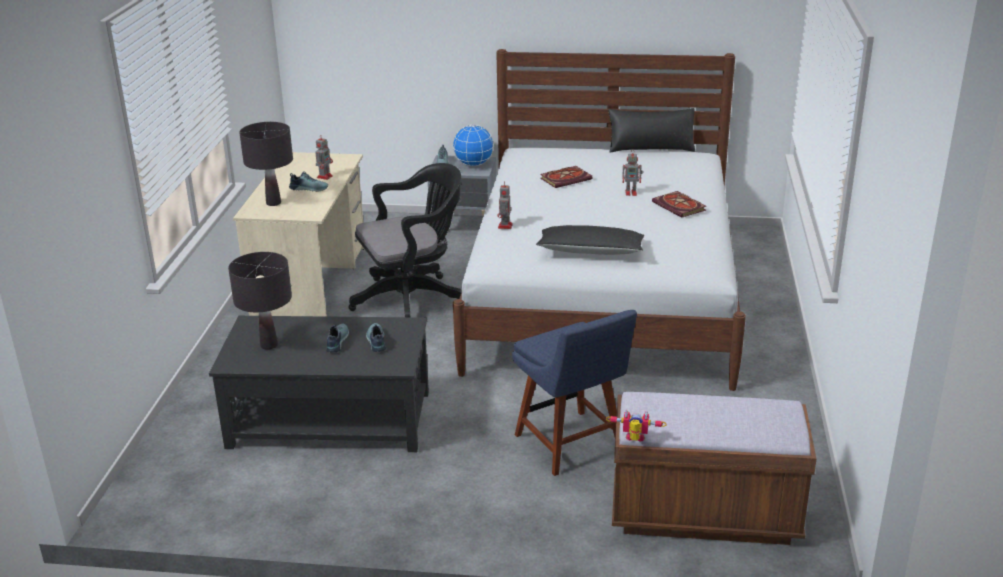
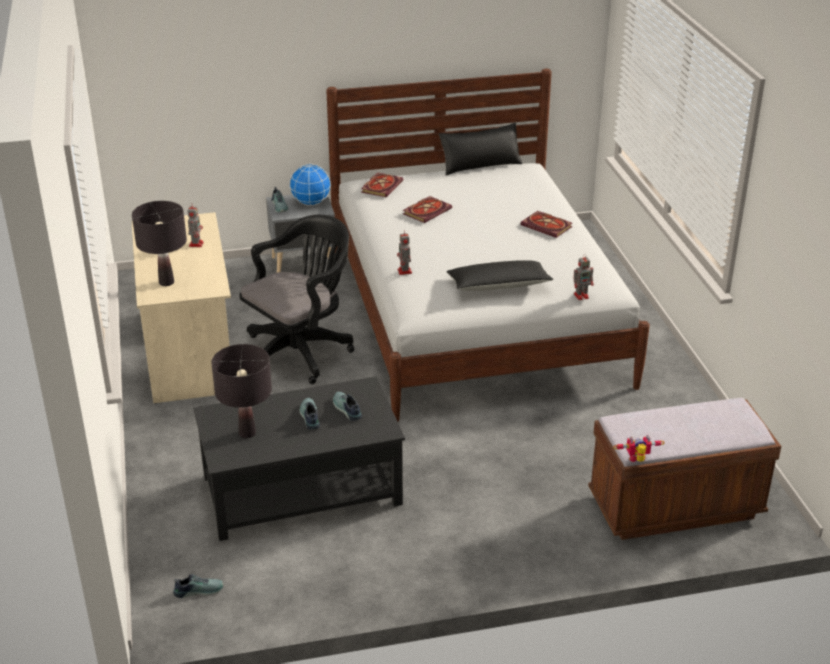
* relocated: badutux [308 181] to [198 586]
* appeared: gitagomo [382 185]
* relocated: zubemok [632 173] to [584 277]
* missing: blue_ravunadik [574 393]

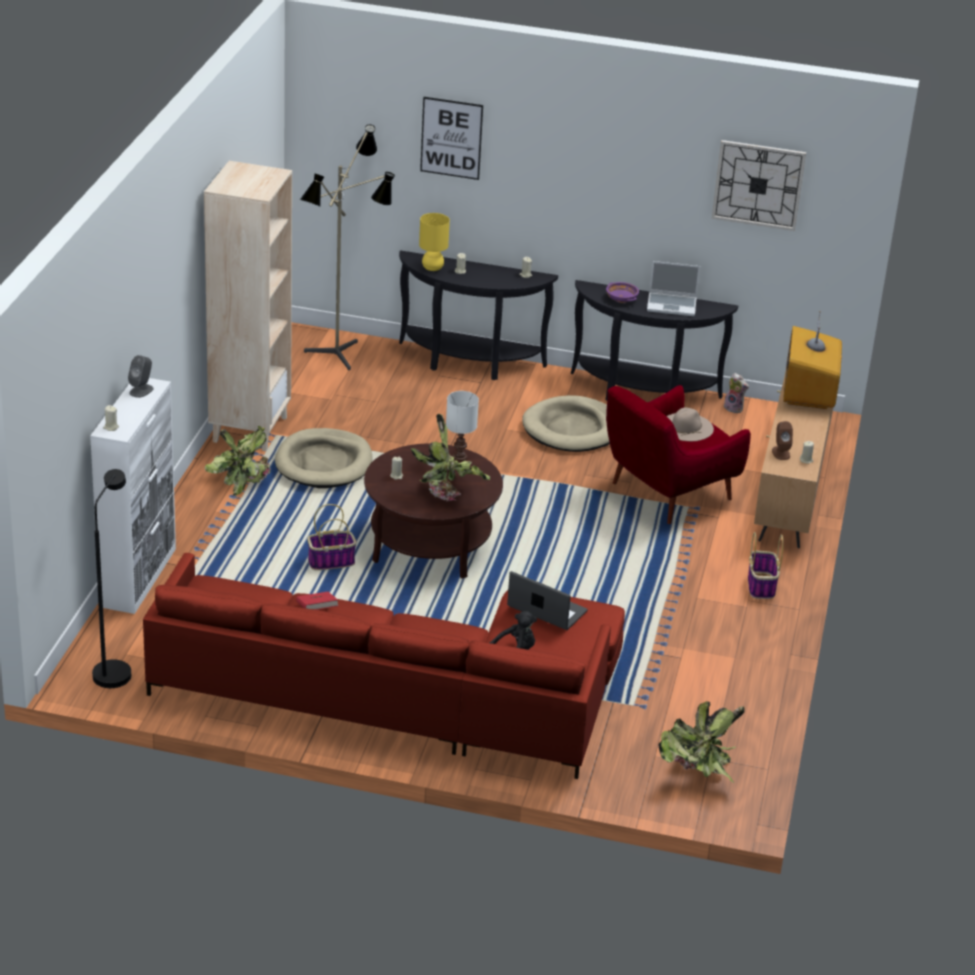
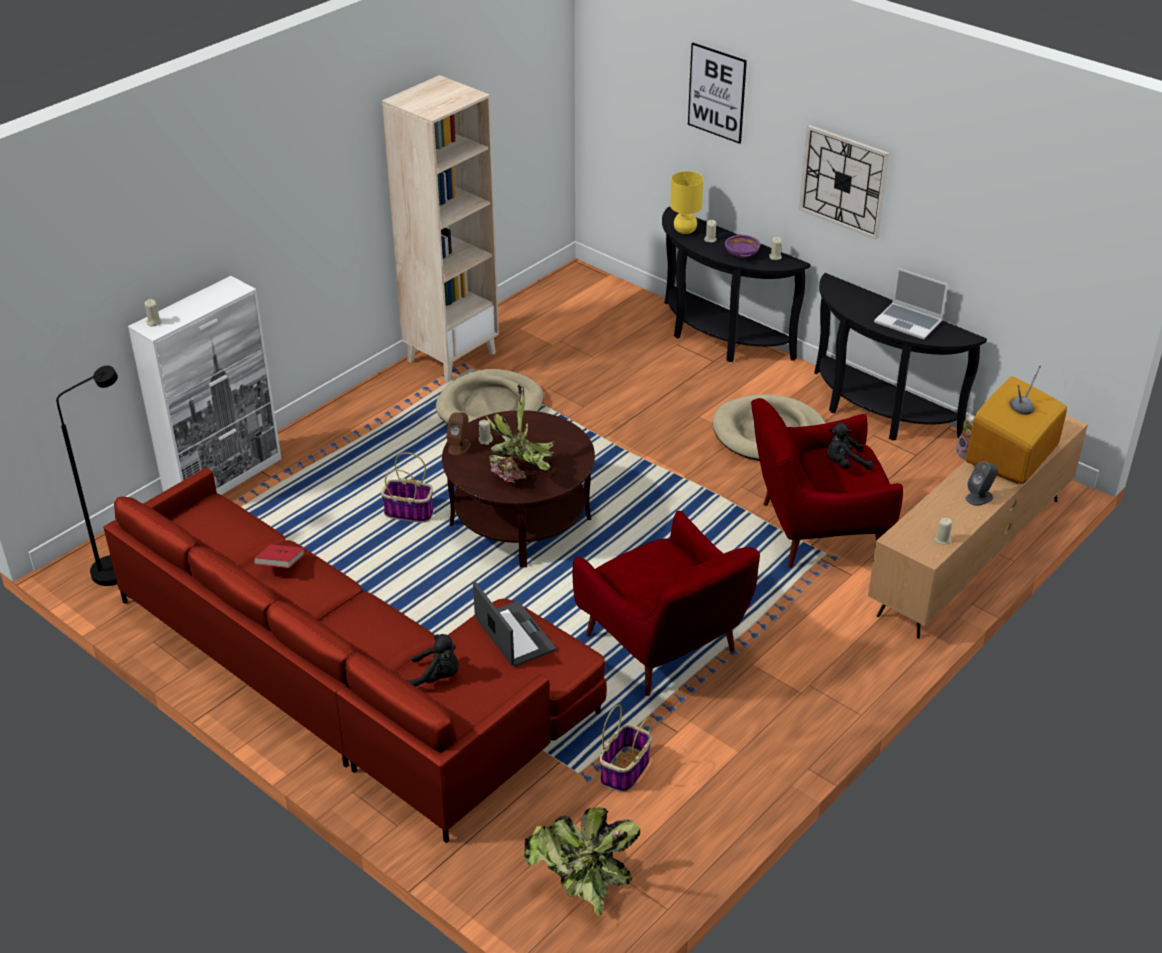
* relocated: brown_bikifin [782 440] to [458 434]
* appeared: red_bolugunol [666 603]
* relocated: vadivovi [765 565] to [626 748]
* relocated: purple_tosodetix [622 292] to [743 246]
* relocated: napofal [759 185] to [844 182]
* exchanged: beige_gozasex [690 424] to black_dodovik [850 446]
* relocated: grey_bikifin [140 376] to [982 483]
* missing: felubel [238 461]
* missing: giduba [347 247]
* missing: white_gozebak [462 426]

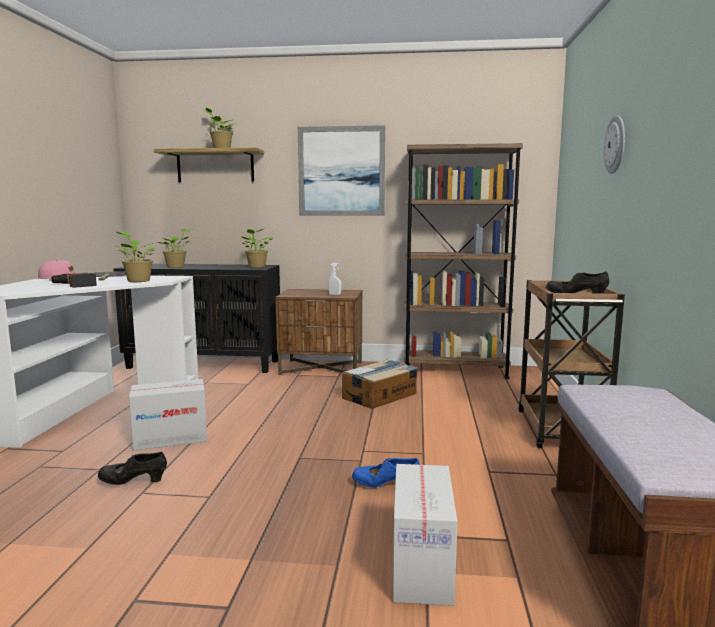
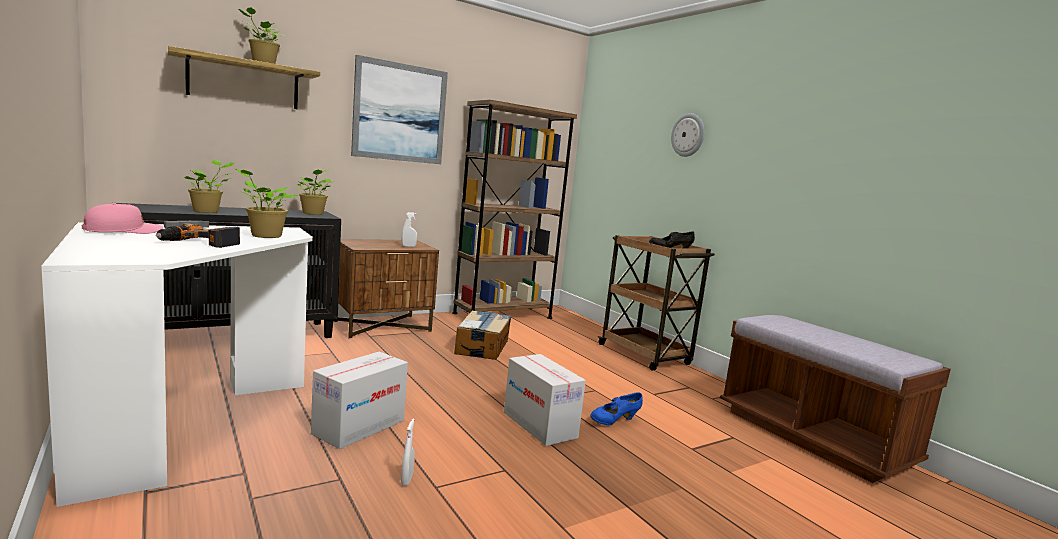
* exchanged: black_badutux [132 468] to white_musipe [408 452]
* relocated: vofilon [425 535] to [545 400]

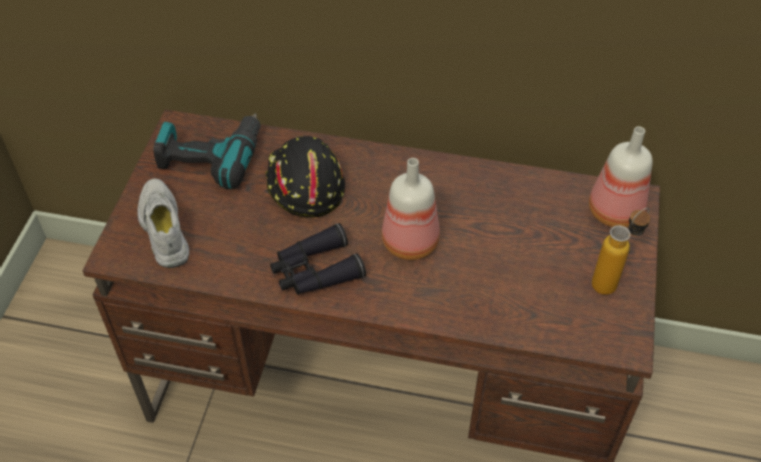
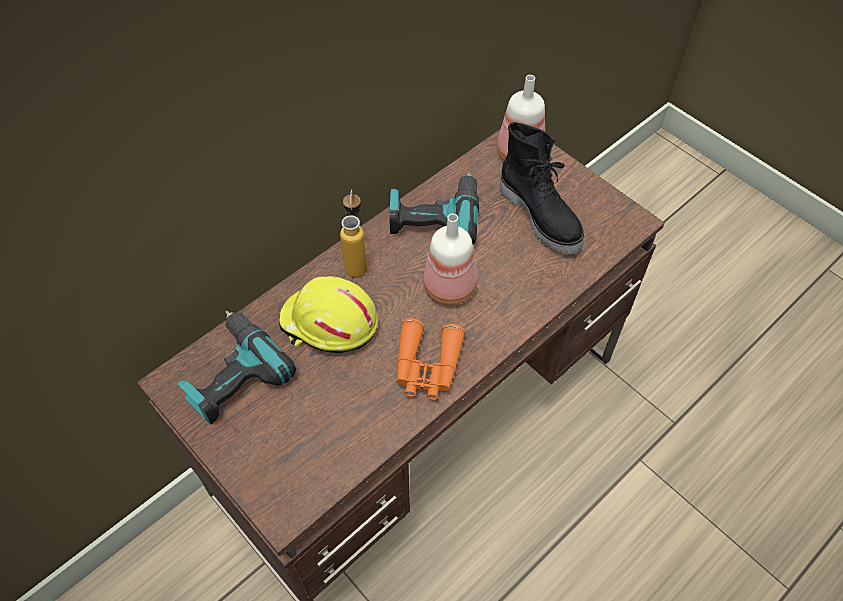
* colour: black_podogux [305 177] to yellow_podogux [328 314]
* relocated: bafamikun [621 251] to [353 234]
* appeared: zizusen [434 208]
* colour: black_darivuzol [318 259] to orange_darivuzol [430 359]
* appeared: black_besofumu [542 188]
* missing: white_badutux [163 223]

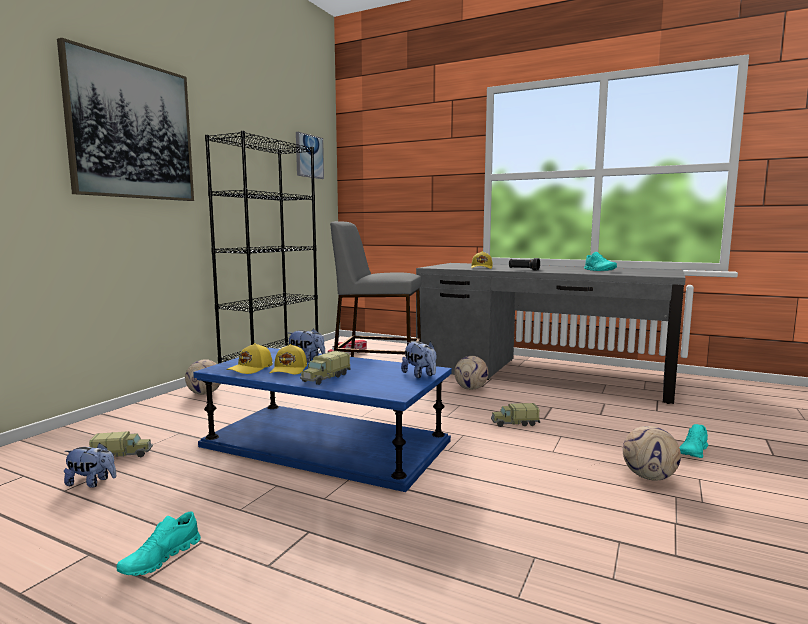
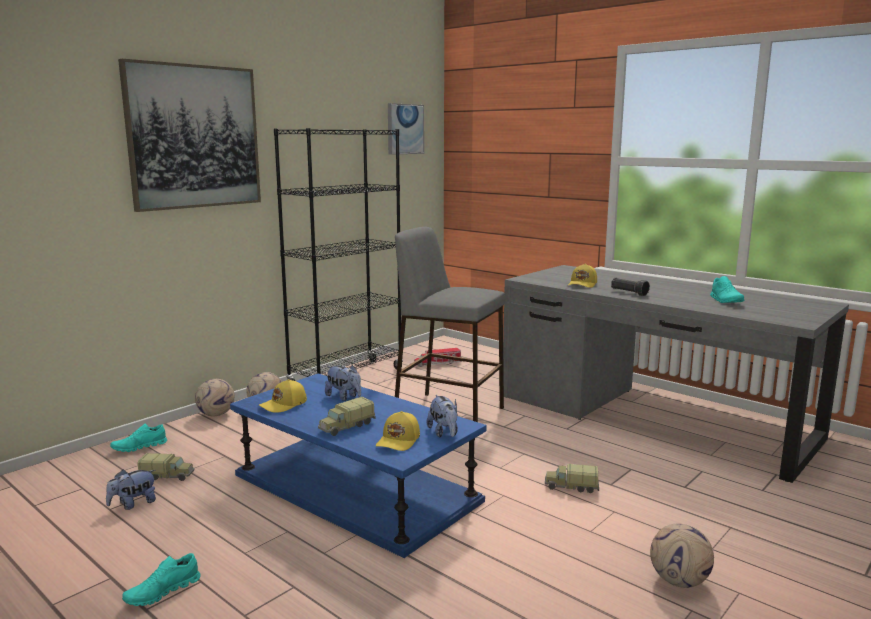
* spun: dodovik [90 465] = [131 489] 120 degrees clockwise
* relocated: turquoise_badutux [693 441] to [138 437]
* relocated: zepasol [471 373] to [215 397]
* relocated: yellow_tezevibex [288 359] to [398 431]

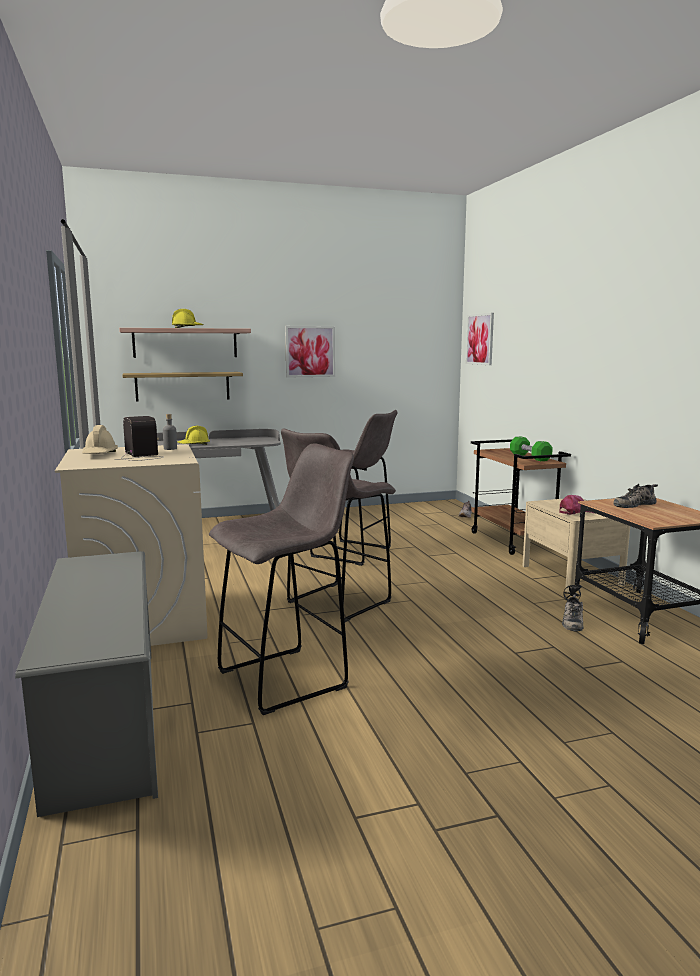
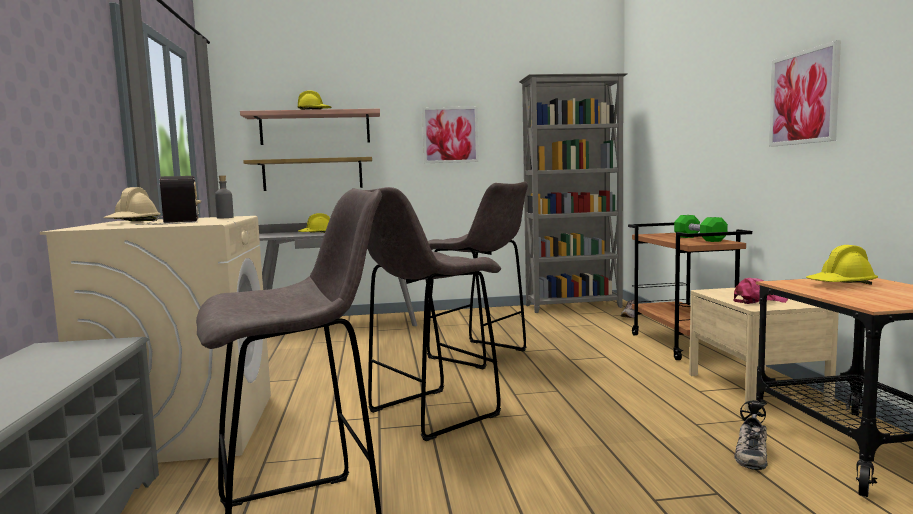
* appeared: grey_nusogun [573 193]
* relocated: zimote [480 339] to [805 93]
* exchanged: badutux [636 496] to yellow_podogux [842 265]

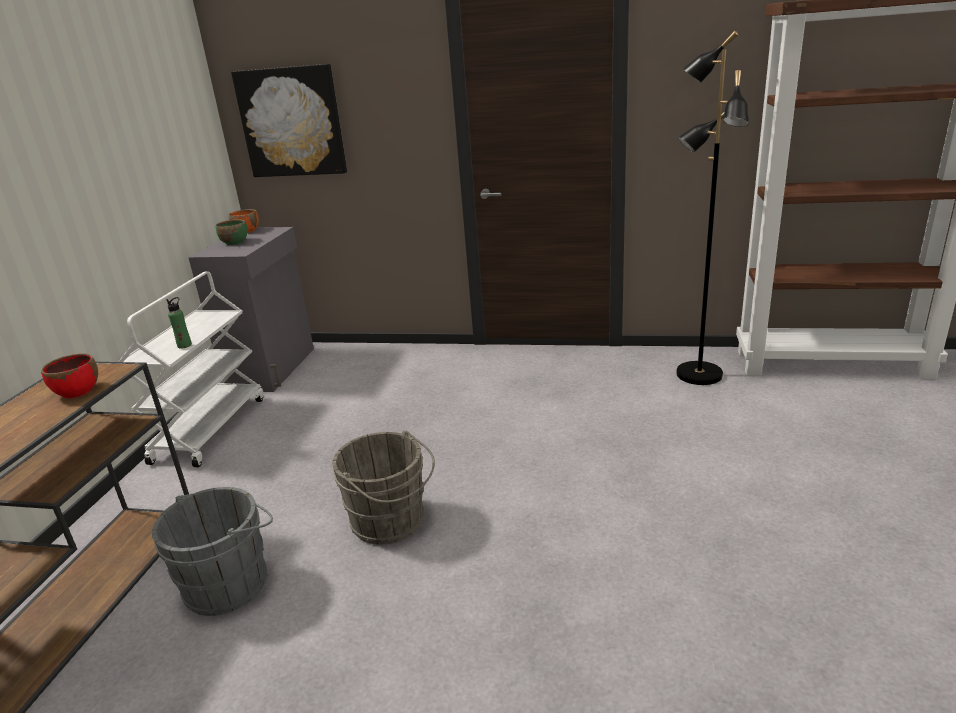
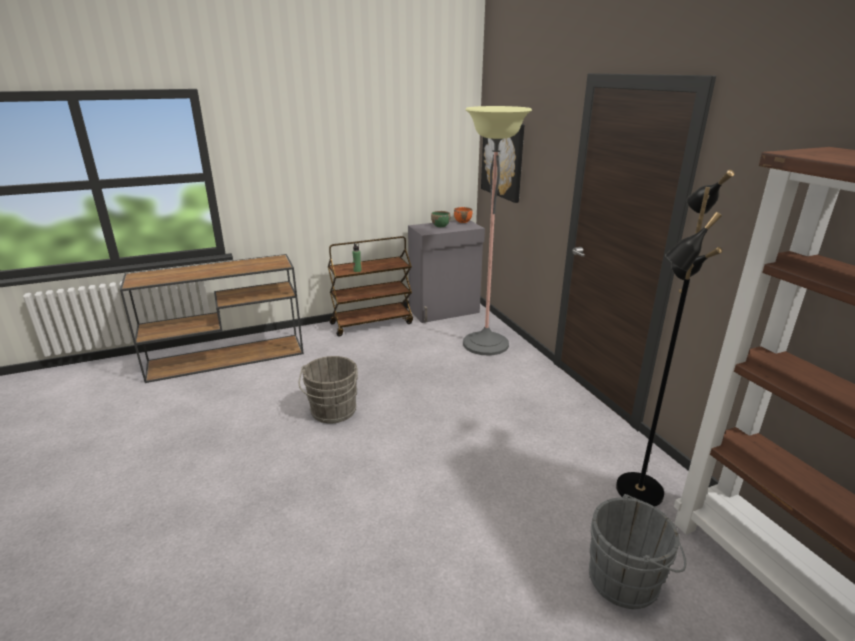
* colour: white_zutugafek [190 369] to brown_zutugafek [370 286]
* appeared: giduba [497 231]
* relocated: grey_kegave [212 551] to [637 551]
* missing: red_tosodetix [69 376]

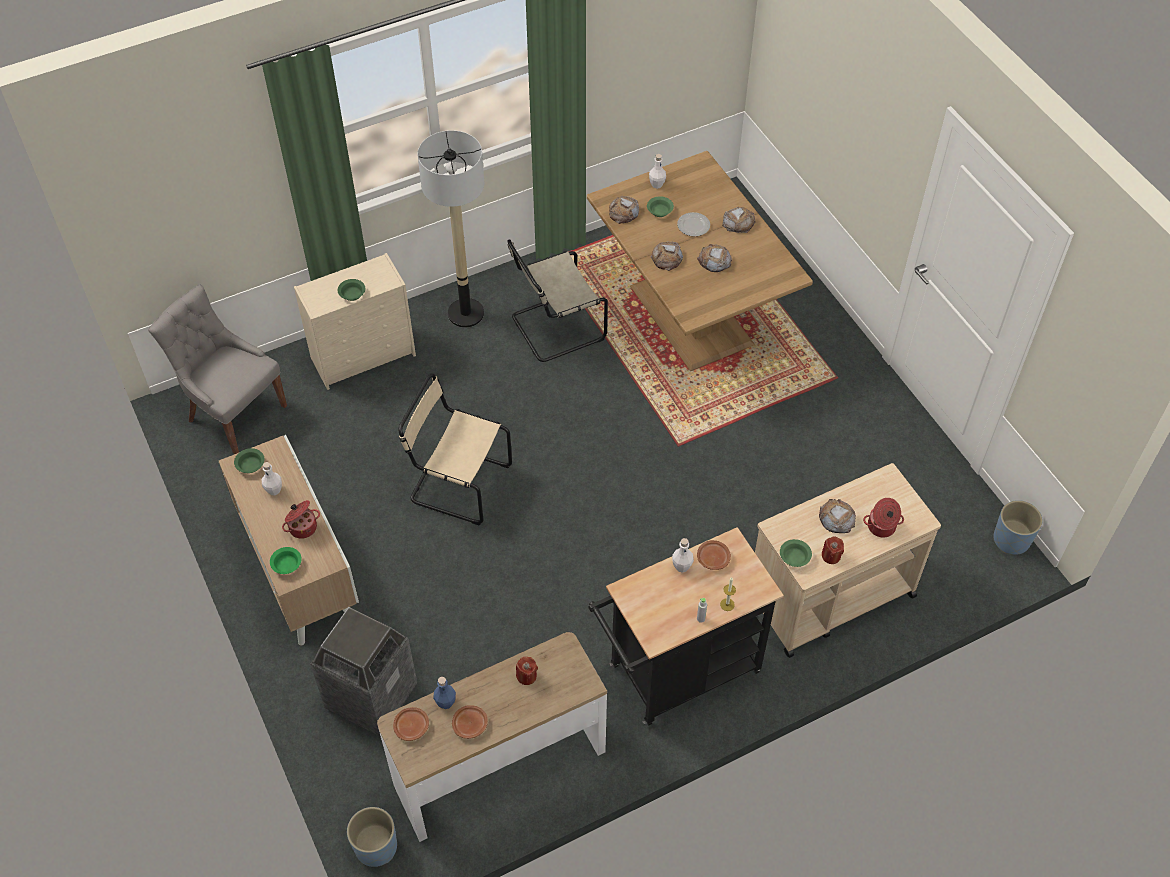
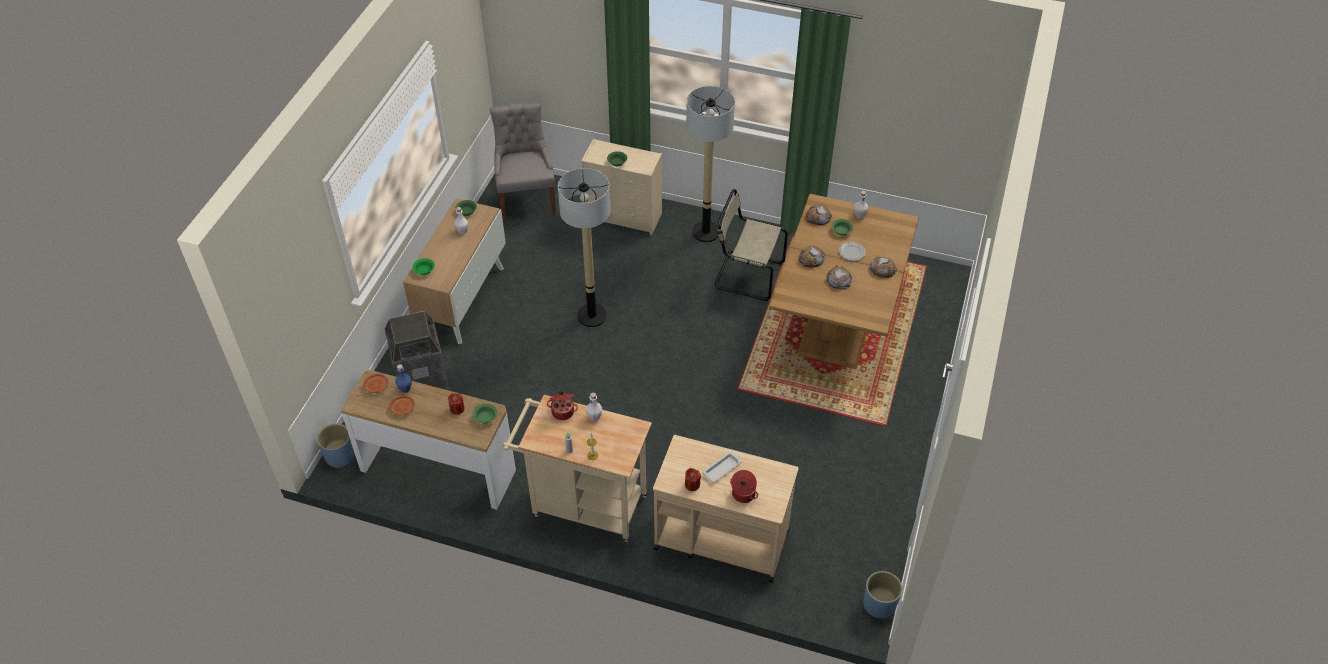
* relocated: green_tosodetix [796 553] to [485 413]
* colour: black_zutugafek [686 626] to beige_zutugafek [577 468]
* relocated: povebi [301 519] to [562 405]
* exchanged: beige_ravunadik [455 449] to giduba [584 247]
* exchanged: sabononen [837 516] to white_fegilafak [722 467]
* missing: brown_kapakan [714 555]

